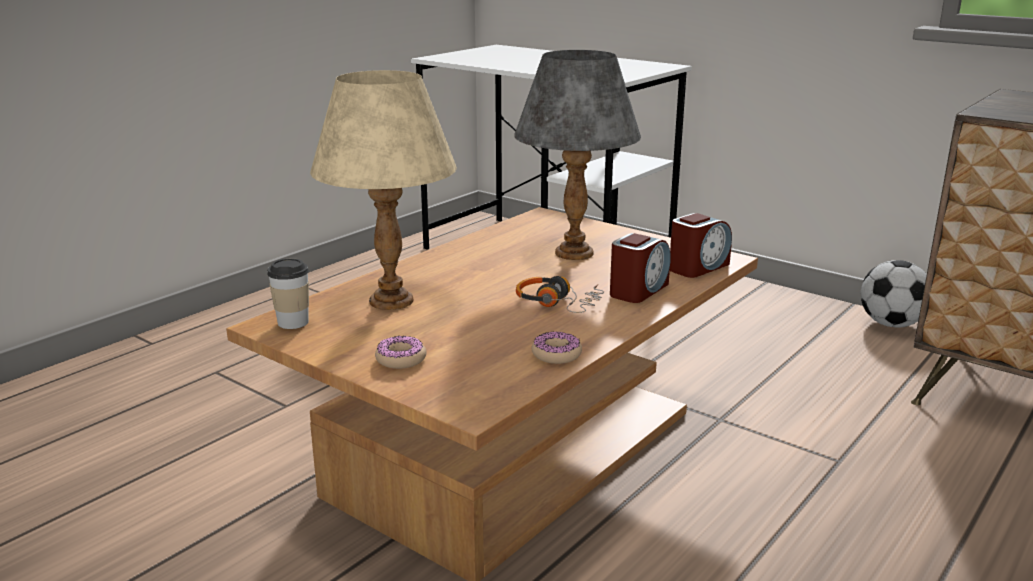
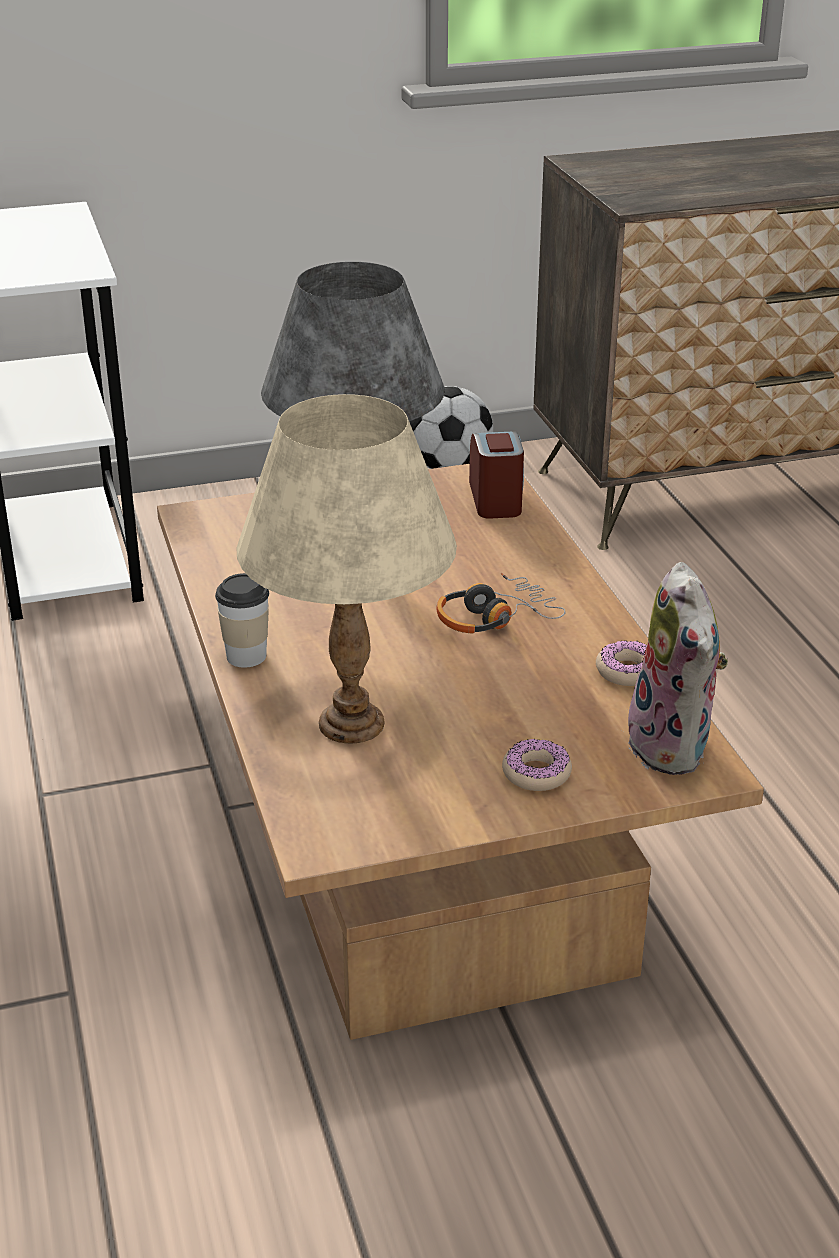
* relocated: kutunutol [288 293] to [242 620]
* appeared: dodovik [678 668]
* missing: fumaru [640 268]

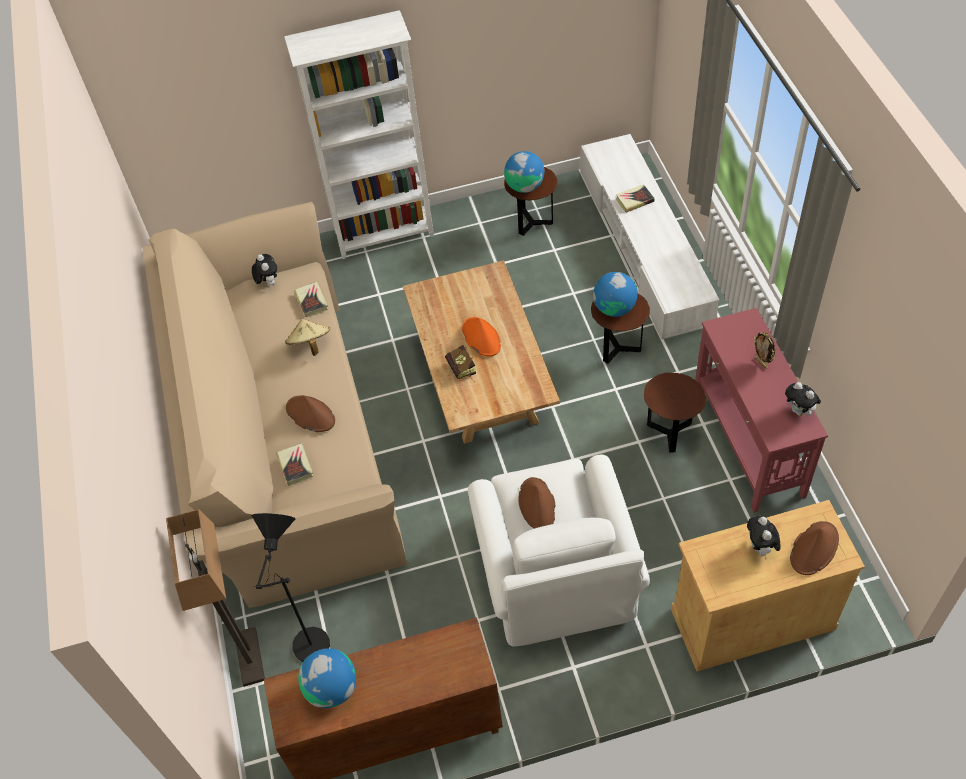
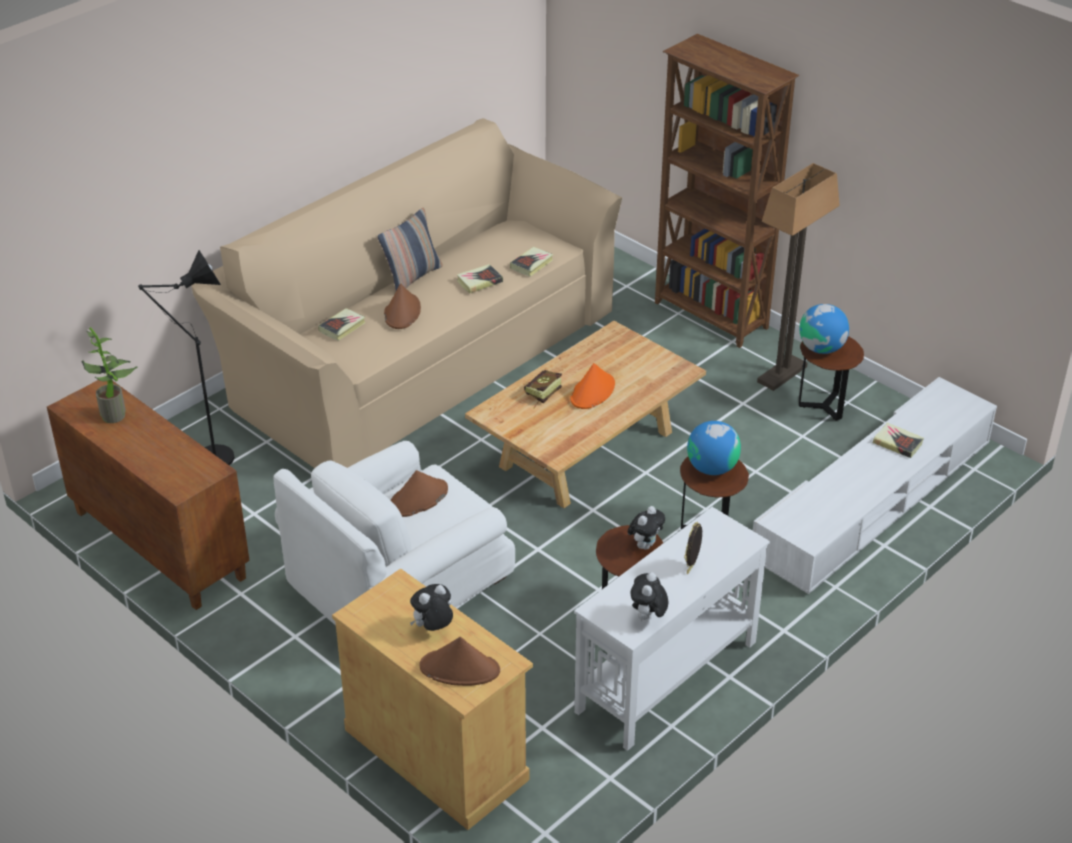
* exchanged: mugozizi [327 678] to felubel [109 375]
* appeared: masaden [410 248]
* exchanged: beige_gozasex [307 337] to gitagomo [480 279]
* colour: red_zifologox [761 410] to white_zifologox [672 629]
* relocated: dodovik [264 270] to [646 528]
* colour: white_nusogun [359 134] to brown_nusogun [727 191]
* relocated: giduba [215 598] to [798 277]

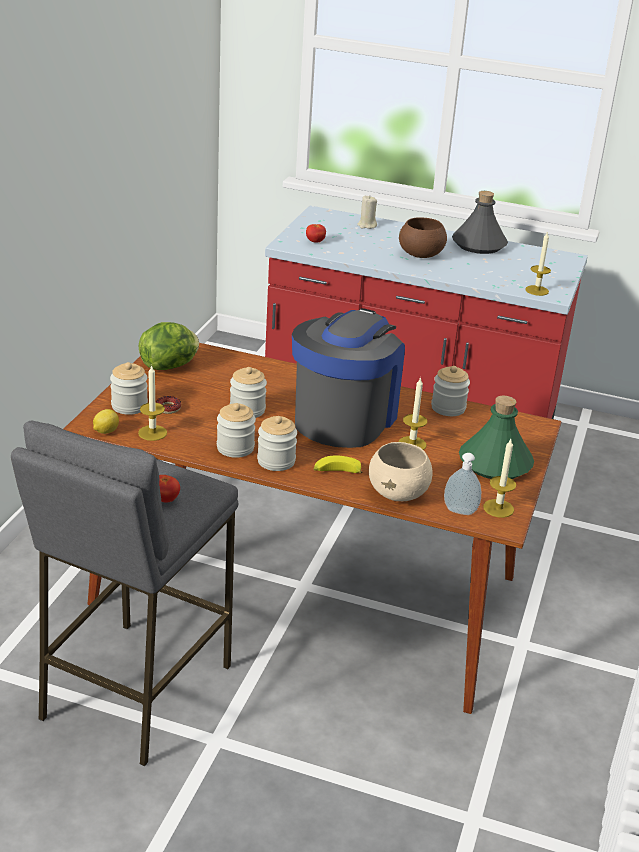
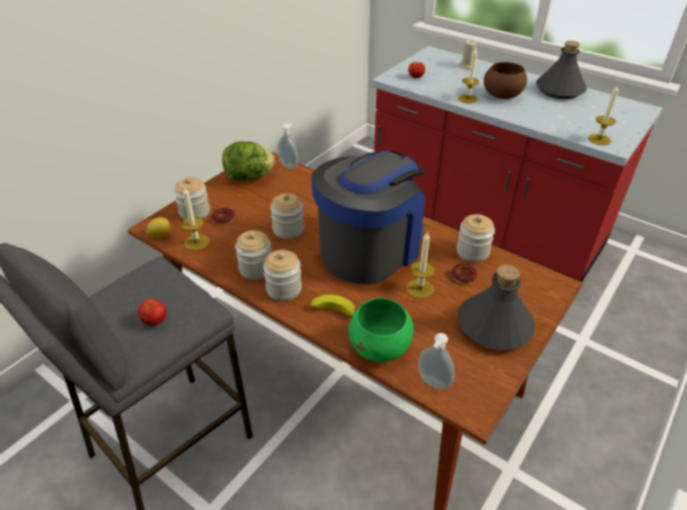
* appeared: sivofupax [288 146]
* colour: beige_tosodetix [401 471] to green_tosodetix [381 330]
* appeared: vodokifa [464 273]
* relocated: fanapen [499 478] to [468 76]
* colour: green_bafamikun [496 437] to grey_bafamikun [496 307]

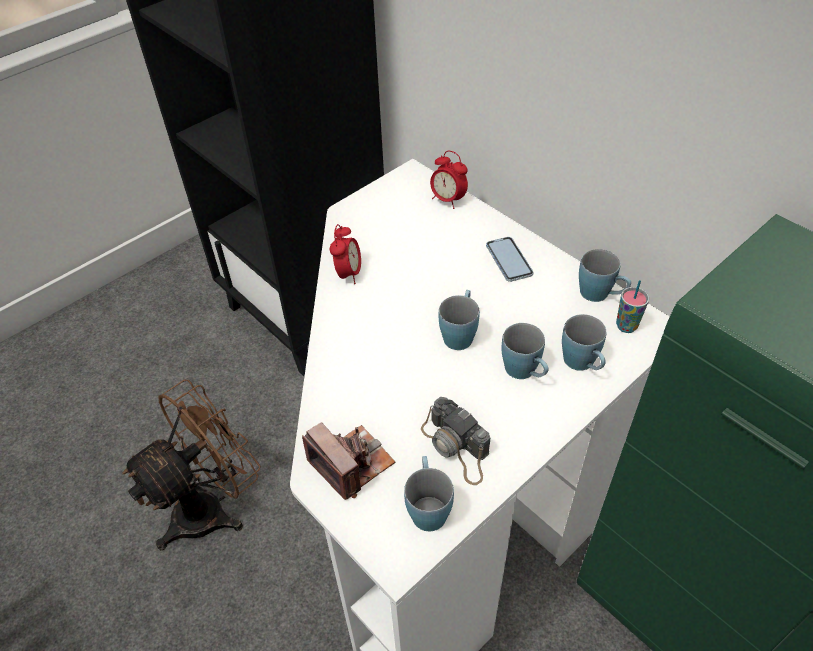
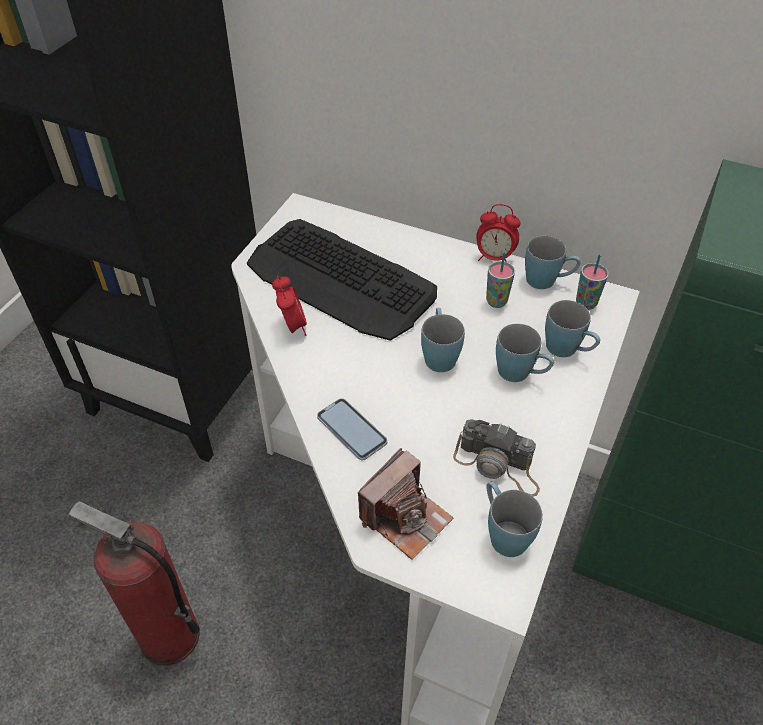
* exchanged: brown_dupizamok [191 464] to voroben [134 583]
* appeared: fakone [342 280]
* relocated: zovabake [510 259] to [352 429]
* spun: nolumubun [348 461] = [405 504] 105 degrees clockwise
* relocated: fumaru [449 180] to [498 233]
* appeared: kutunutol [500 280]

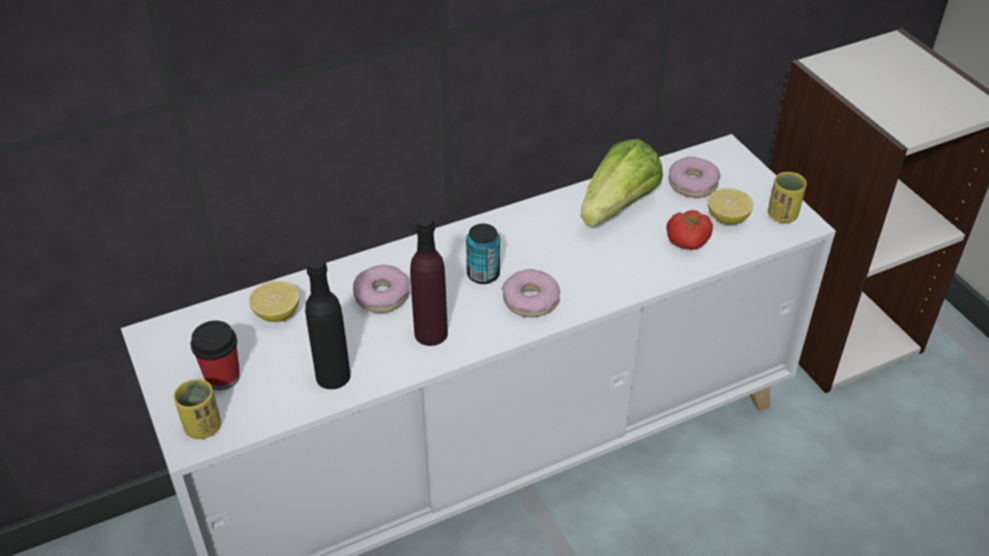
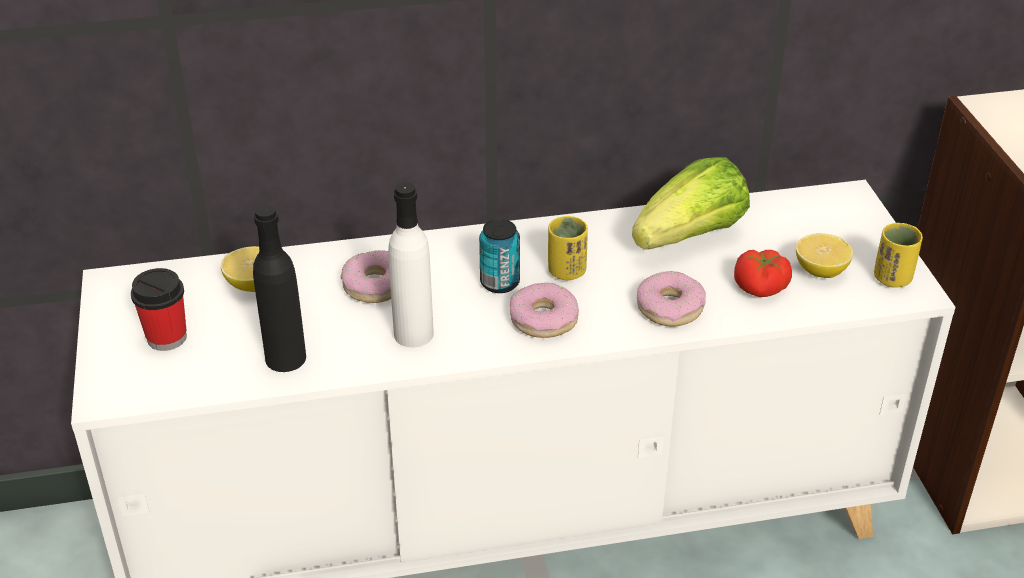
* colour: purple_bafamikun [429 280] to white_bafamikun [411 264]
* relocated: yellow_kutunutol [197 409] to [568 248]
* relocated: vodokifa [694 177] to [671 299]

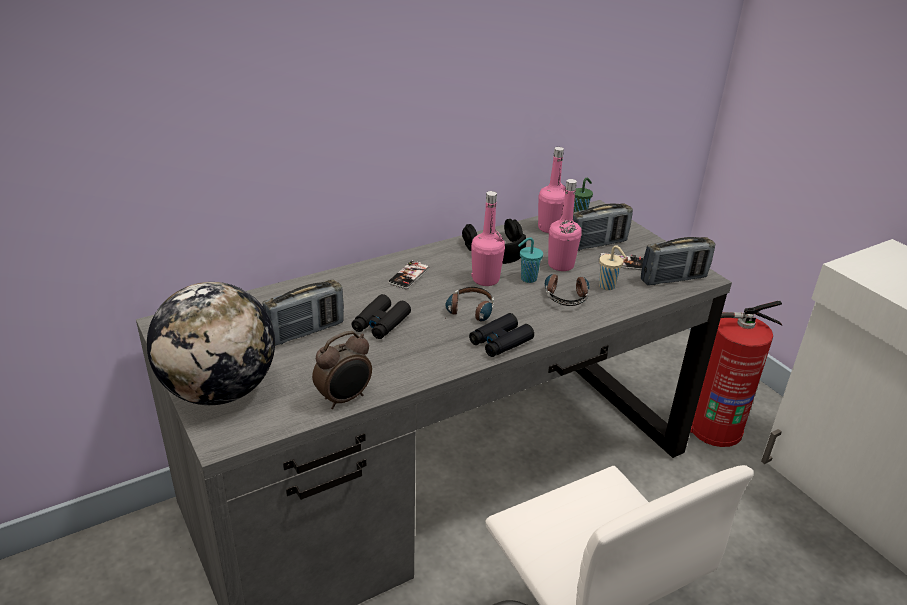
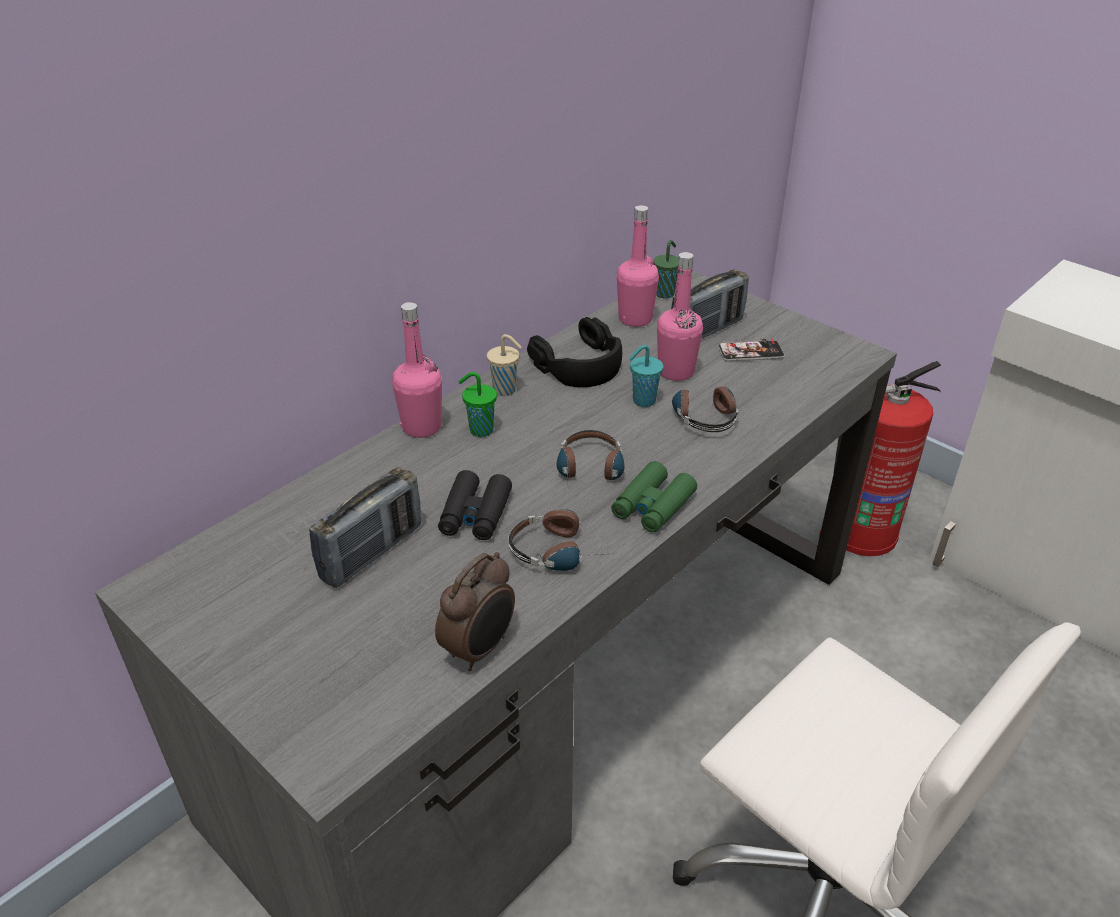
* relocated: pink_bafamikun [488 238] to [417 370]
* exchanged: zovabake [409 274] to green_kutunutol [477 404]
* relocated: beige_kutunutol [612 267] to [504 365]
* appeared: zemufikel [556 540]
* colour: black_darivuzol [501 335] to green_darivuzol [654 496]
* missing: mugozizi [211 343]
* missing: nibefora [678 261]

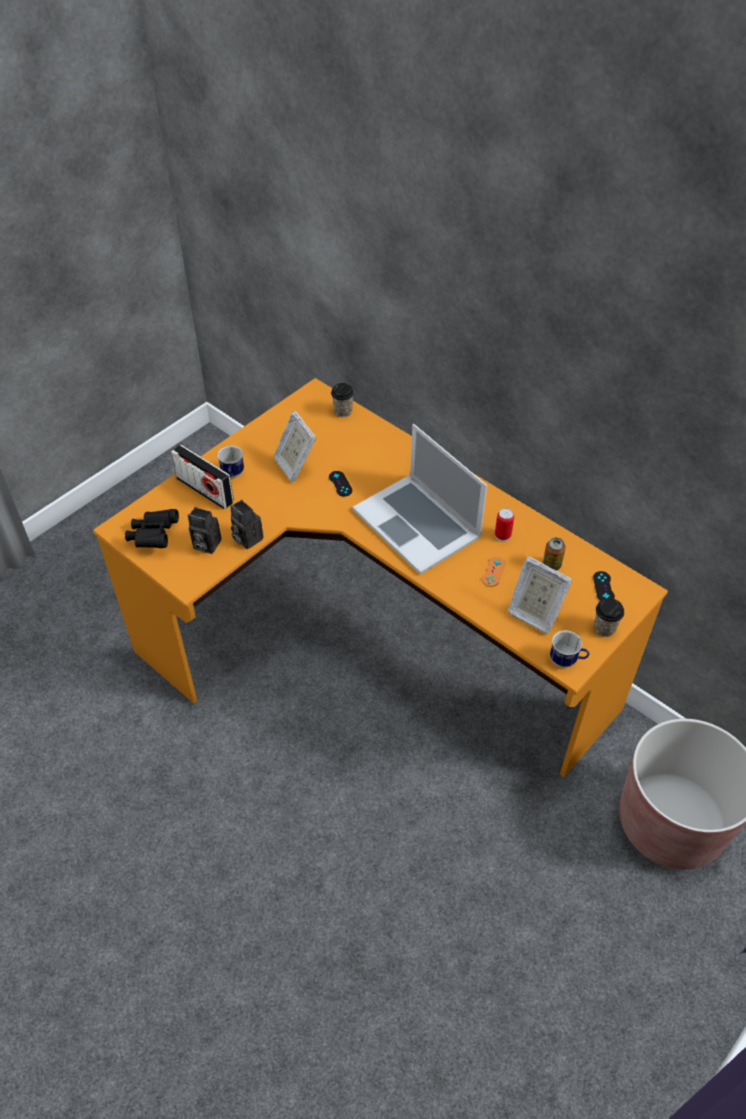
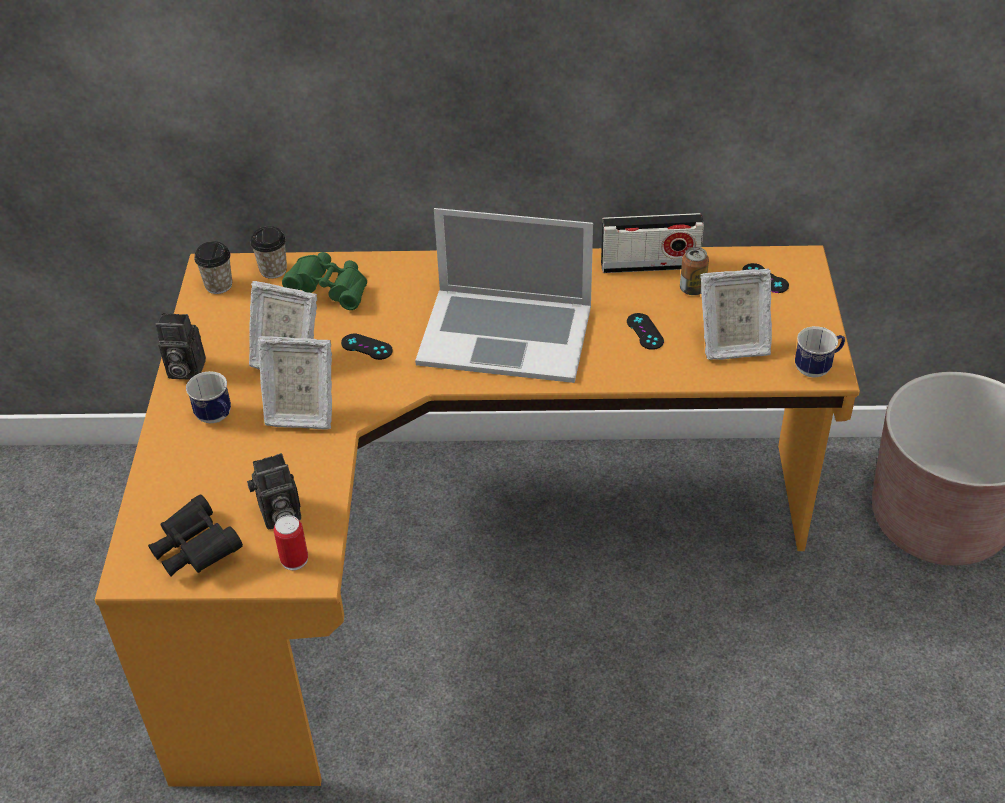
* relocated: nolumubun [247 524] to [180 346]
* relocated: kutunutol [609 617] to [213 267]
* appeared: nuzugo [295 382]
* relocated: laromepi [504 525] to [291 542]
* appeared: green_darivuzol [324 281]
* relocated: nibefora [202 477] to [652 243]
* colour: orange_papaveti [494 572] to black_papaveti [645 331]

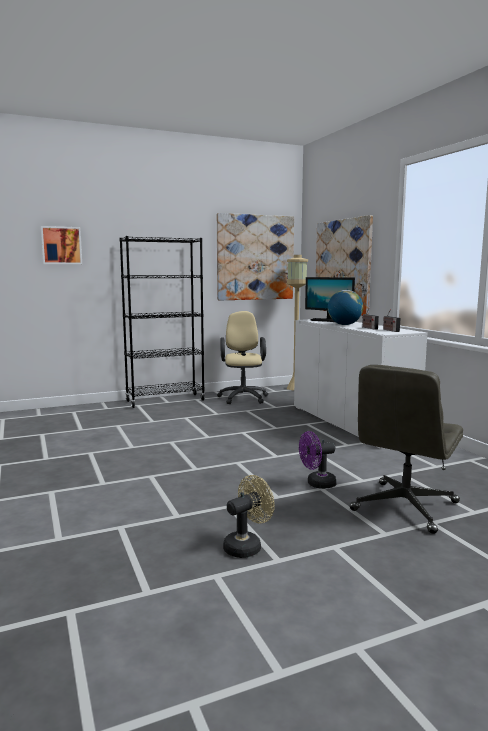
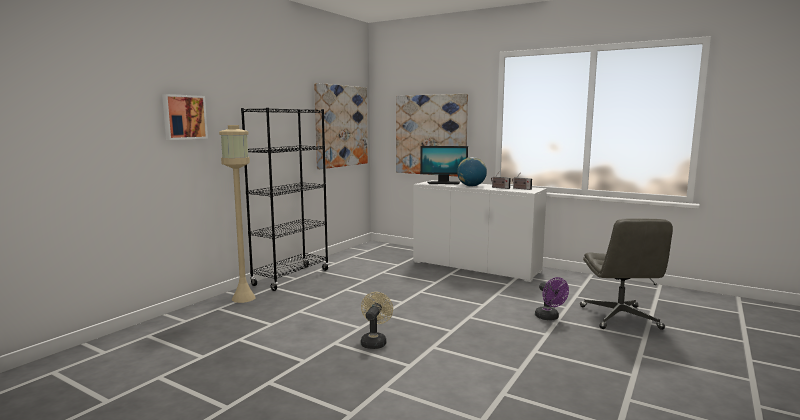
* relocated: beige_giduba [297 322] to [237 214]
* relocated: beige_dupizamok [249 516] to [377 320]
* spun: purple_dupizamok [318 460] = [552 298] 60 degrees counterclockwise
* missing: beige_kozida [242 357]

